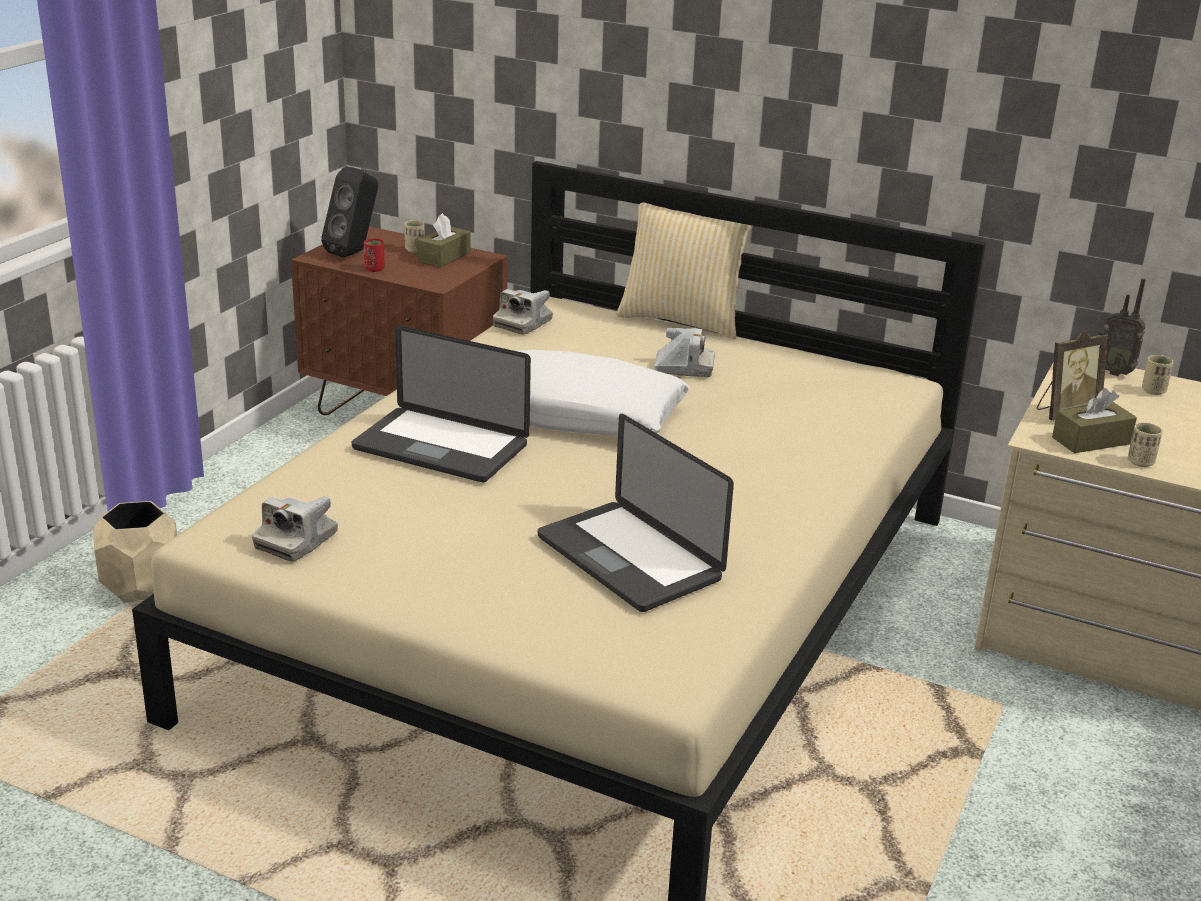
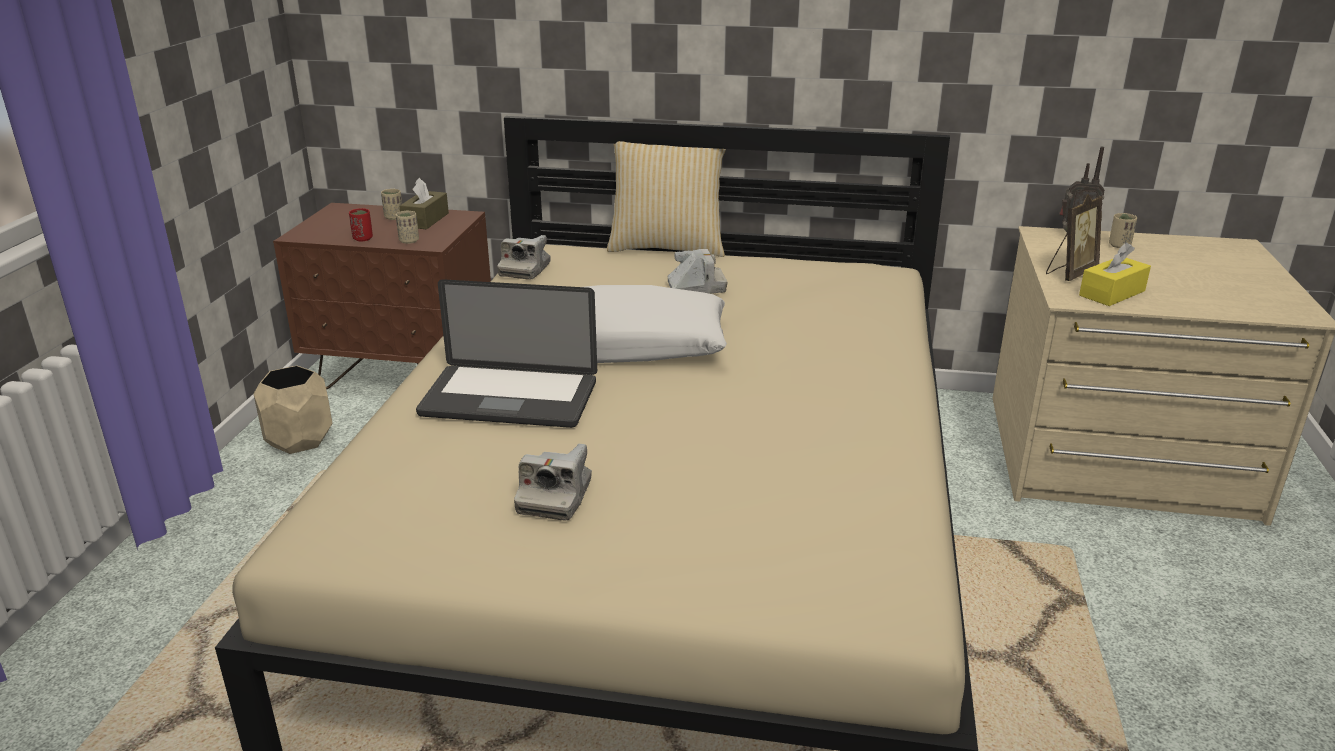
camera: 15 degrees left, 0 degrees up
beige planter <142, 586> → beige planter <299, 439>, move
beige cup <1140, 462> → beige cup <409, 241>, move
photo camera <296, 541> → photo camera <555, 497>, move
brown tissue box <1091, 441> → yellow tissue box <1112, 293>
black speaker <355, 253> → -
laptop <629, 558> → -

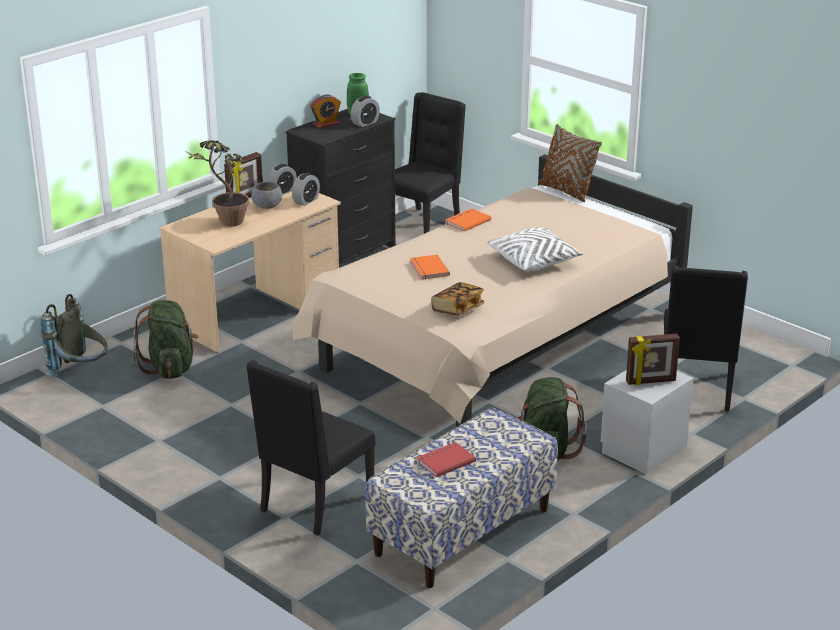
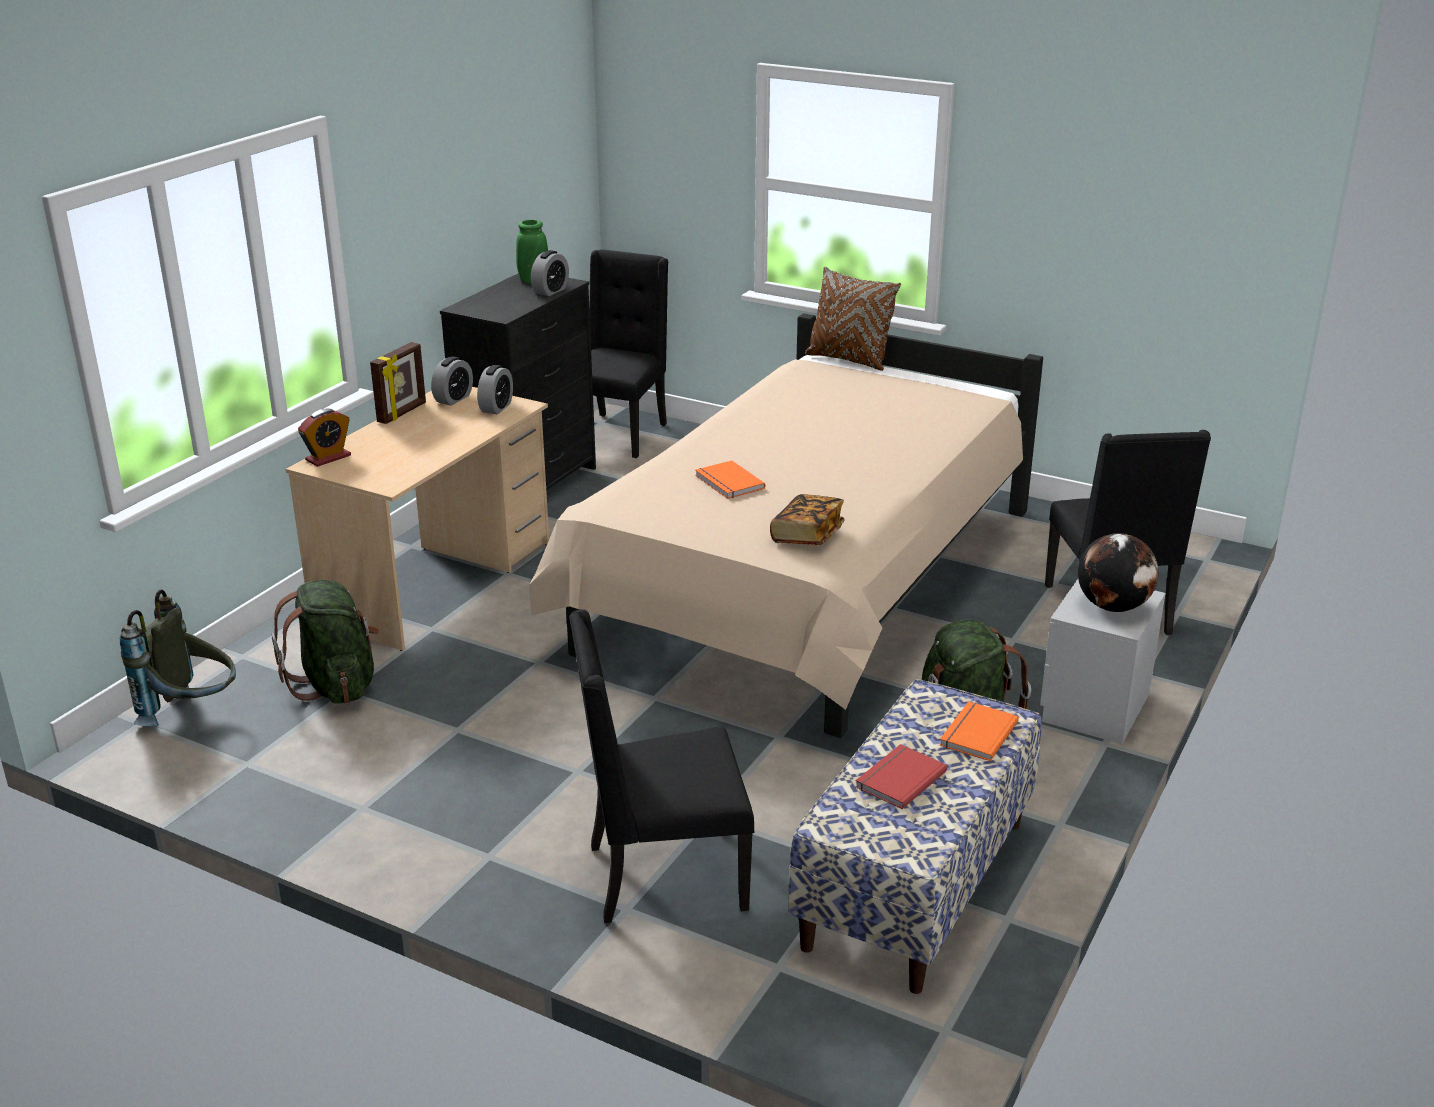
camera: 15 degrees left, 0 degrees up
alarm clock <326, 124> → alarm clock <328, 458>, move
black chair <314, 504> → black chair <662, 877>, 60 degrees clockwise
orange book <466, 221> → orange book <976, 733>, move
picture frame <651, 381> → globe <1113, 606>
potted plant <225, 224> → -
grey bowl <267, 206> → -
white pillow <534, 260> → -

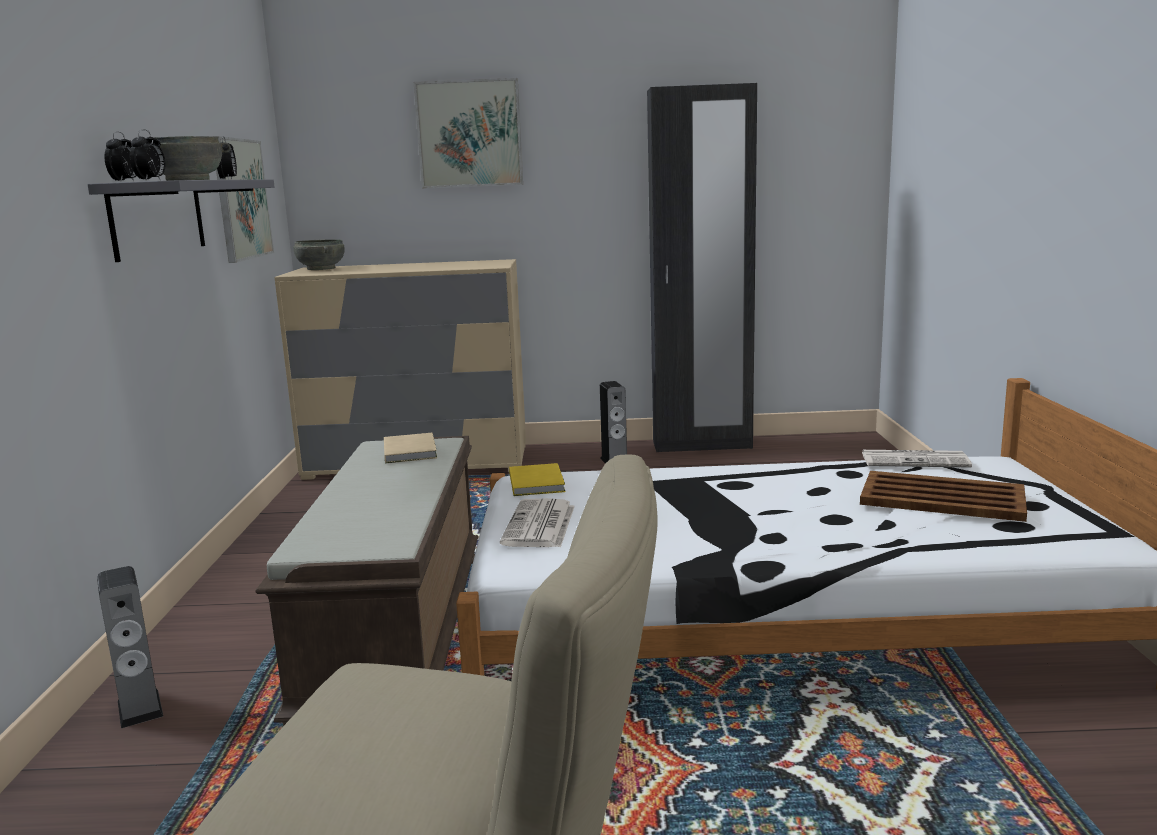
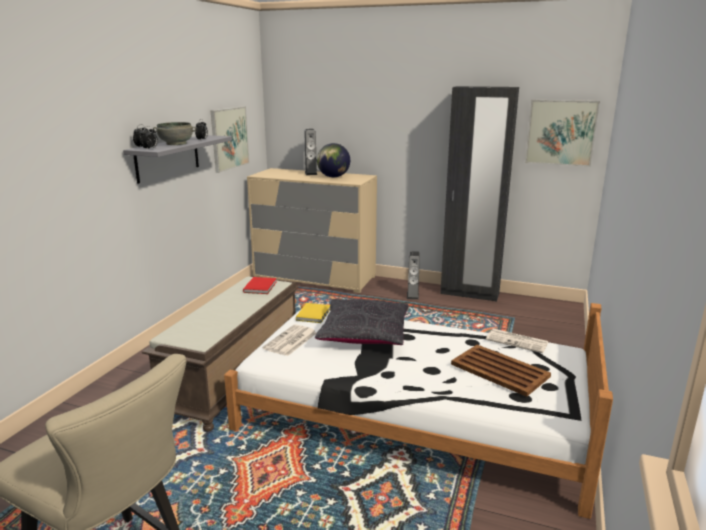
camera: 20 degrees right, 5 degrees up
beige book <411, 450> → red book <261, 287>
speaker <140, 708> → speaker <311, 173>, move
- → black pillow <364, 334>
- → globe <333, 177>
picture <469, 134> → picture <561, 132>, move
grey bowl <320, 268> → -

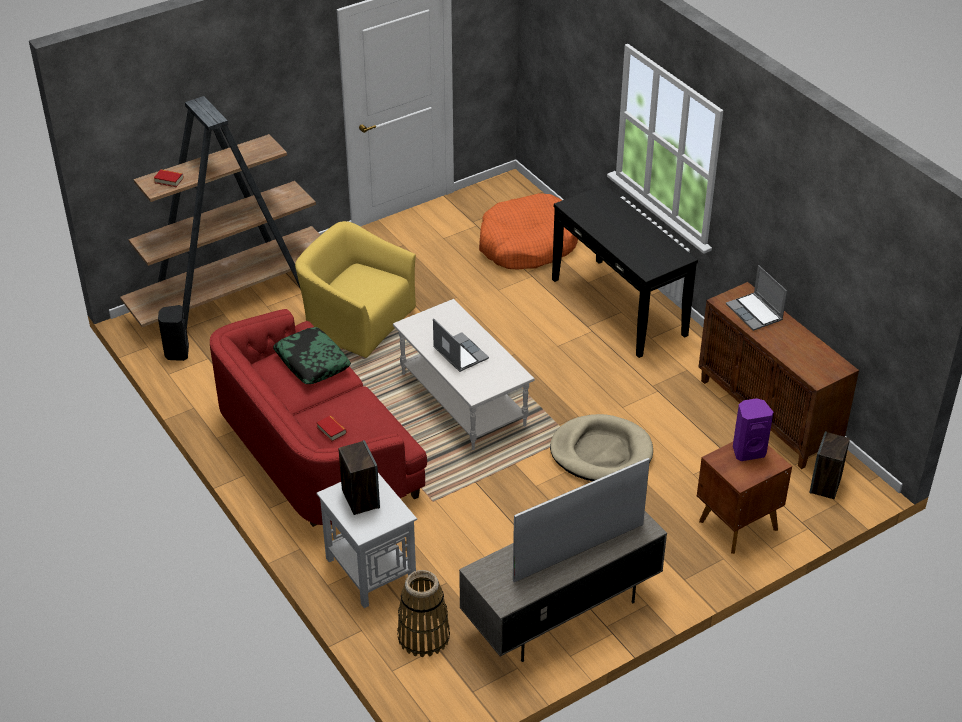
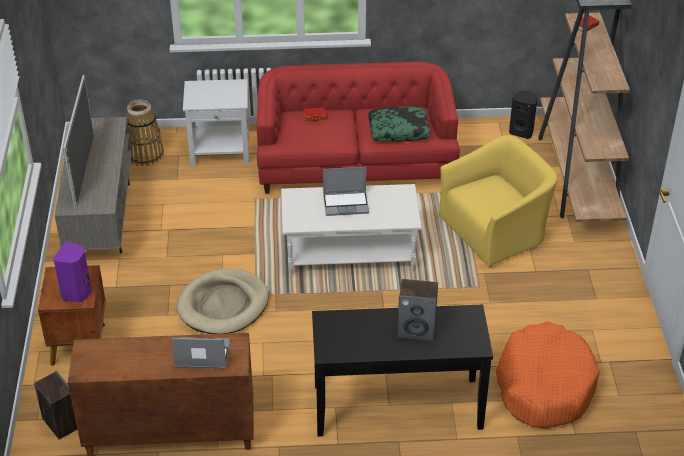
camera: 120 degrees right, 0 degrees up
speaker <360, 499> → speaker <417, 330>, move

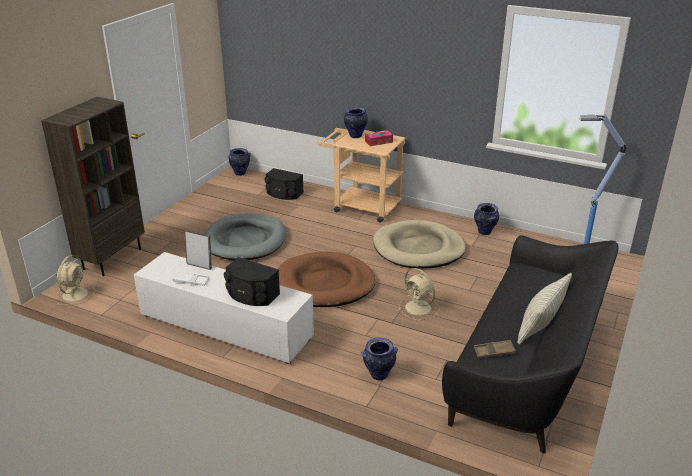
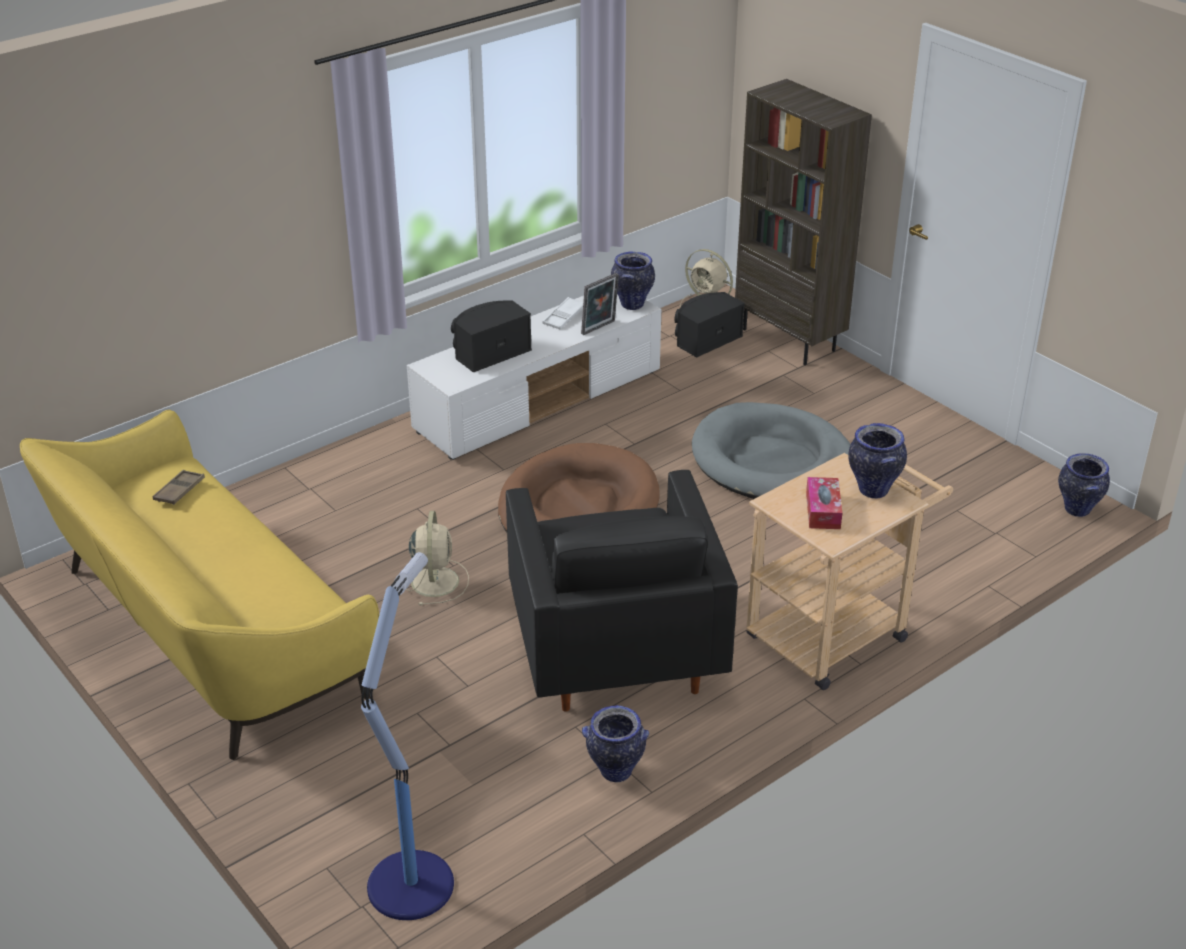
camera: 115 degrees right, 5 degrees up
black sofa <528, 368> → yellow sofa <207, 631>
beige fan <419, 308> → beige fan <435, 580>, 105 degrees clockwise
beige dog bed <418, 249> → black armchair <614, 648>
vase <378, 375> → vase <632, 304>, move
black speaker <283, 194> → black speaker <706, 339>, move
pillow <541, 325> → -

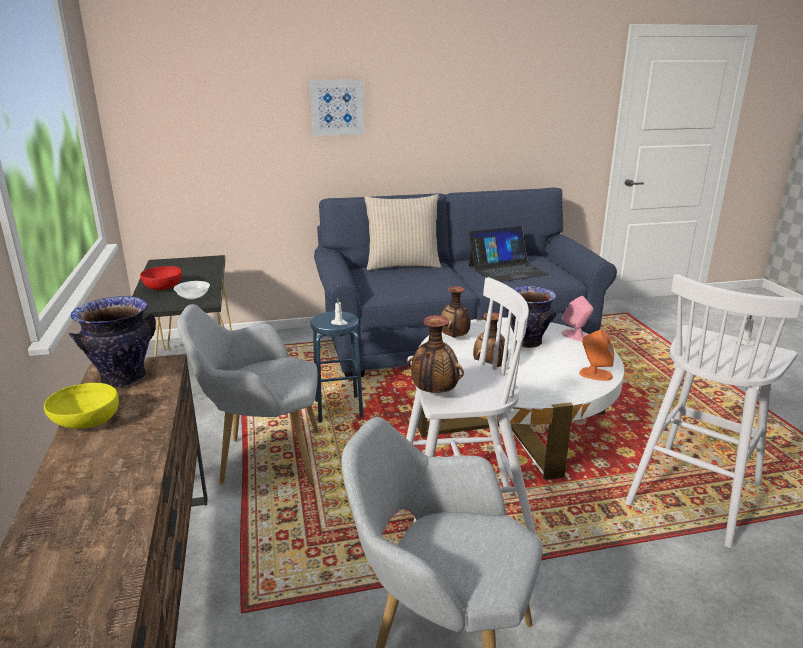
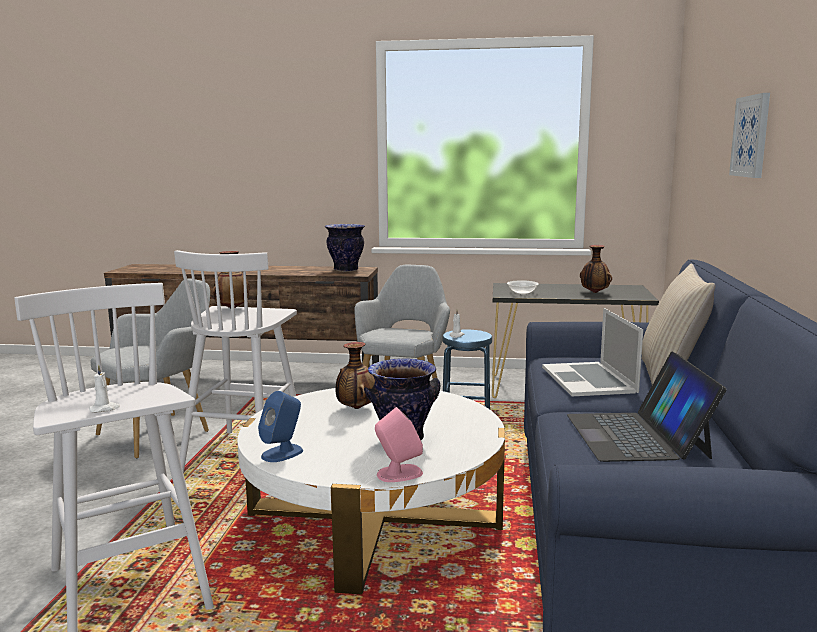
camera: 110 degrees right, 10 degrees down
orange speaker <595, 374> → blue speaker <282, 453>
- → laptop <589, 379>
vase <454, 337> → vase <594, 292>, move
yellow bowl <86, 422> → -
red bowl <163, 287> → -

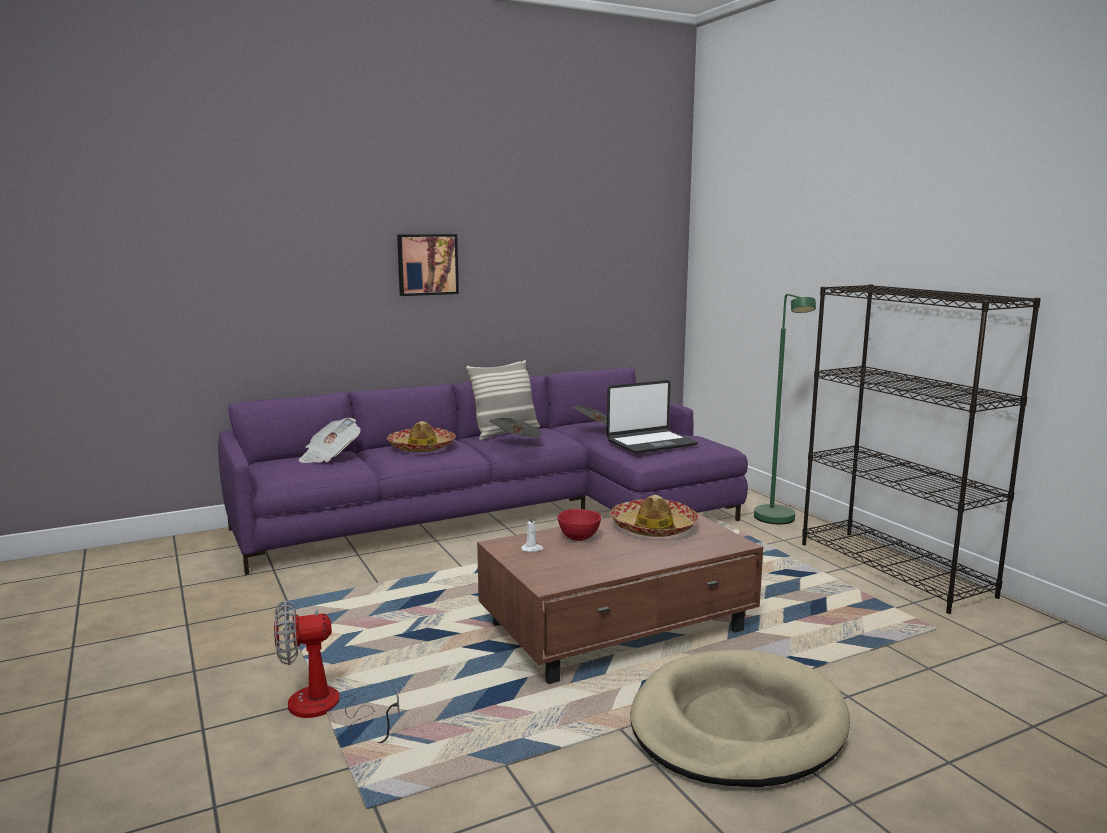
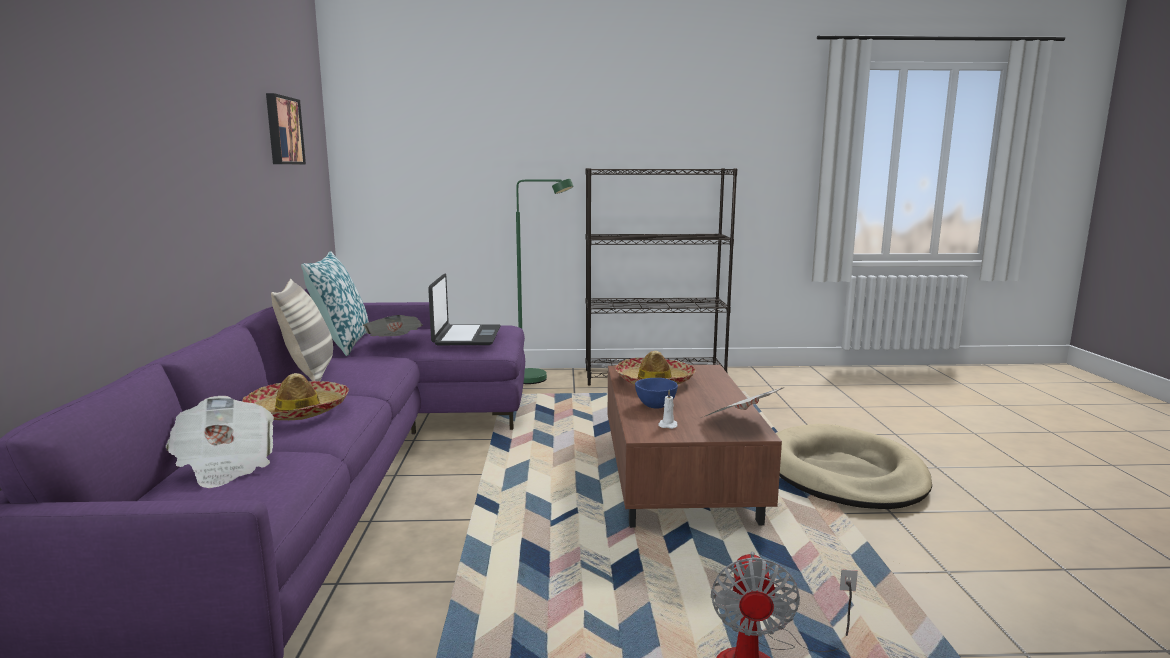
camera: 65 degrees left, 0 degrees up
picture <427, 264> → picture <282, 130>, move
- → pillow <342, 344>
red bowl <579, 538> → blue bowl <655, 406>
newspaper <518, 443> → newspaper <740, 423>, move

